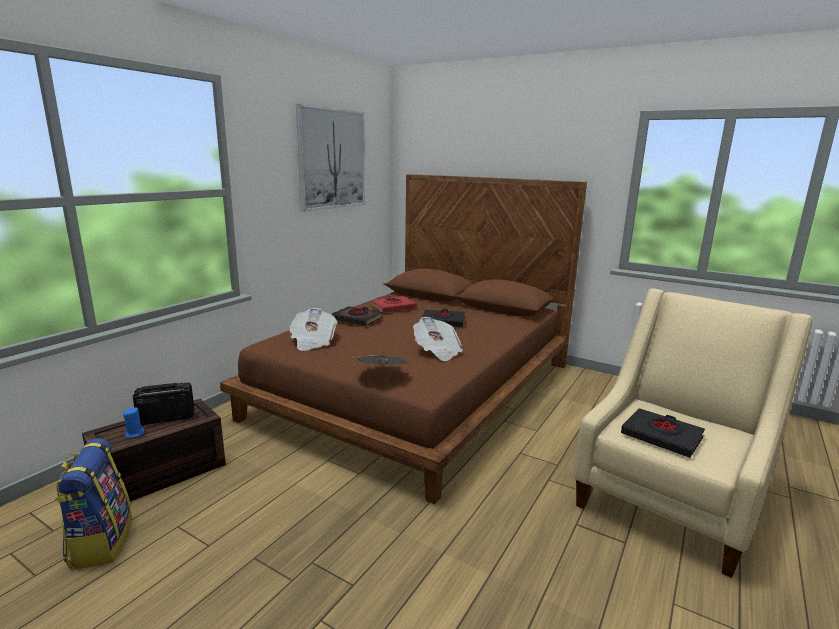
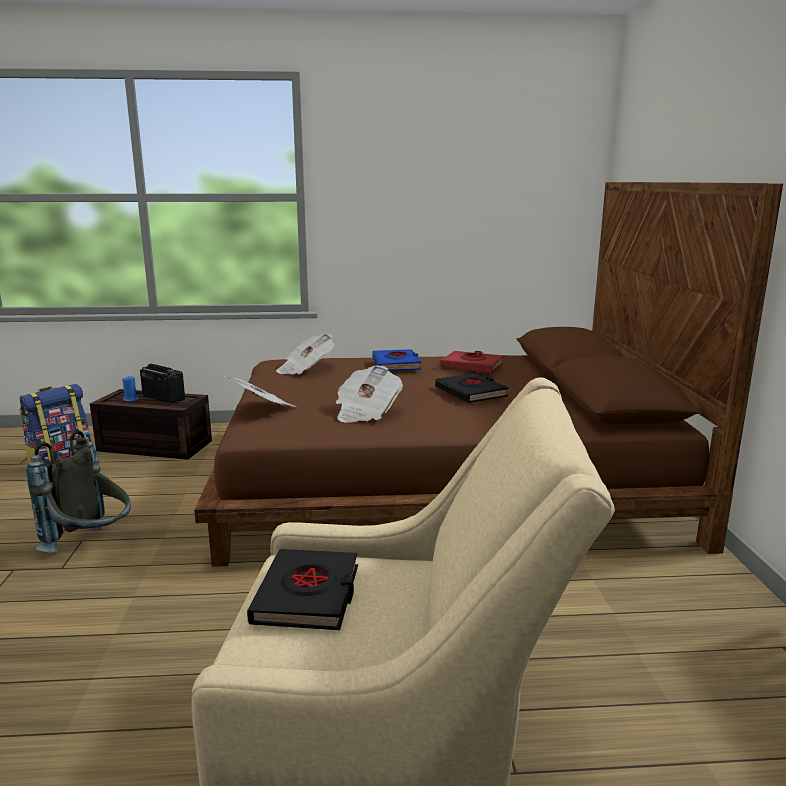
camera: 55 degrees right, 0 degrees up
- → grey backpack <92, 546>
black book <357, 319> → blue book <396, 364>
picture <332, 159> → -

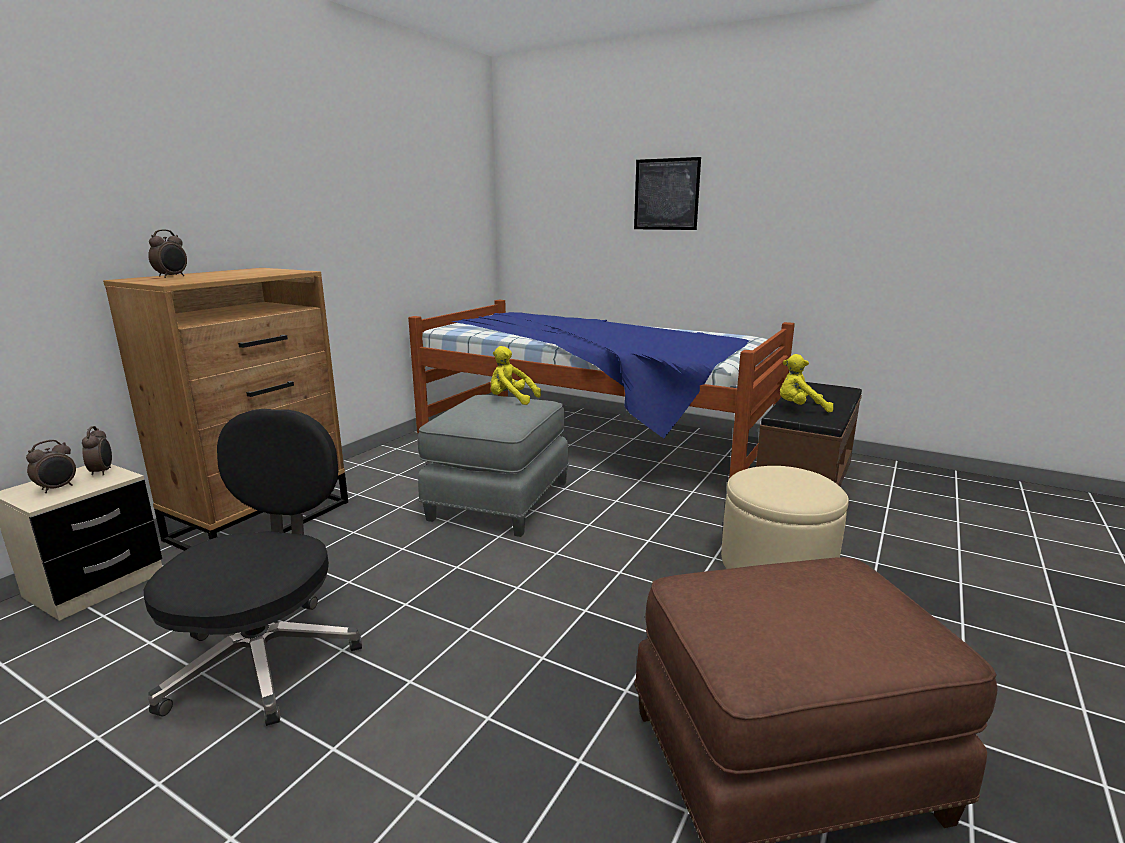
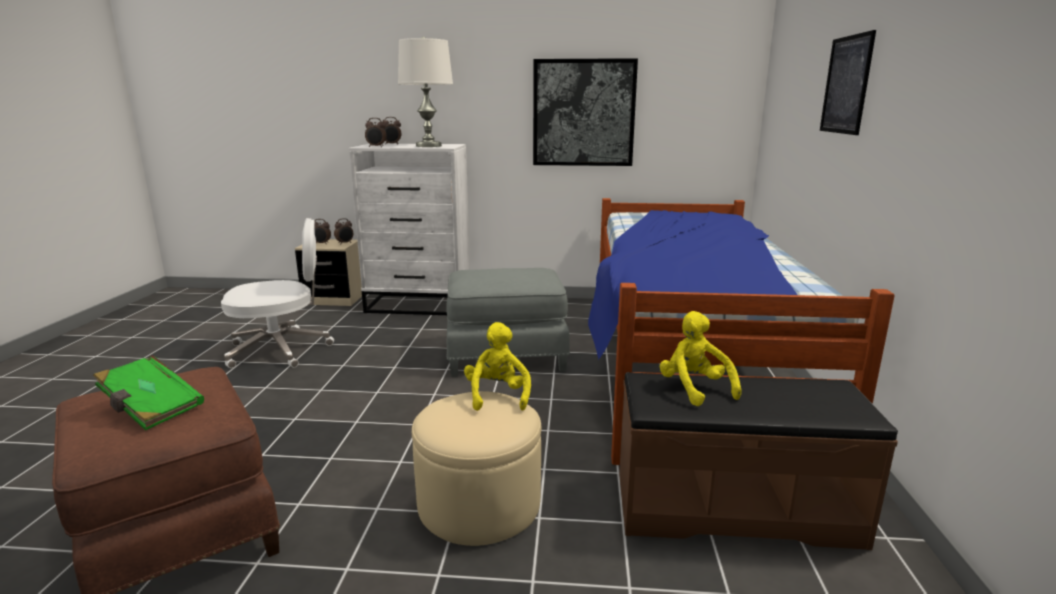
camera: 65 degrees right, 0 degrees up
- → green book <151, 408>
black office chair <266, 658> → white office chair <281, 349>
brown dresser <262, 520> → white dresser <420, 305>
- → alarm clock <376, 147>
- → white table lamp <429, 146>
yellow plush toy <511, 399> → yellow plush toy <497, 395>, move
- → picture <583, 113>

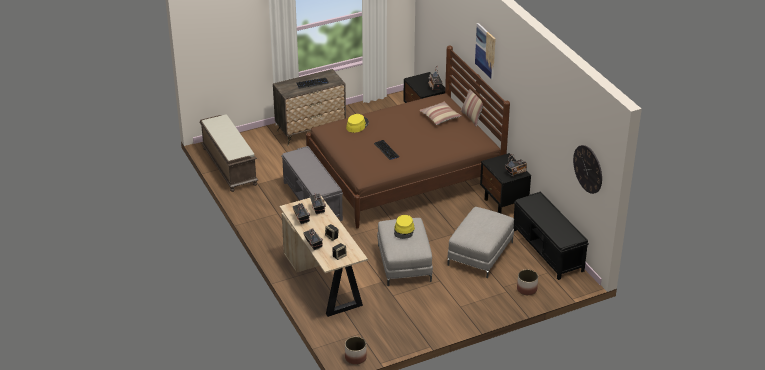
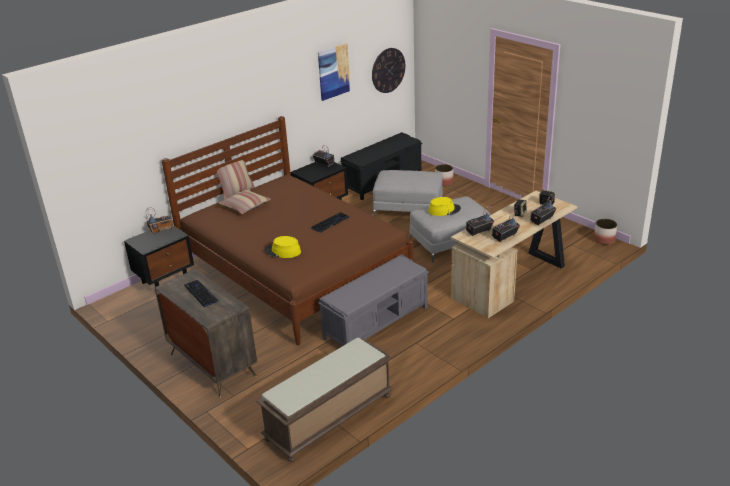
camera: 105 degrees left, 5 degrees down
picture <485, 51> → picture <333, 71>, move

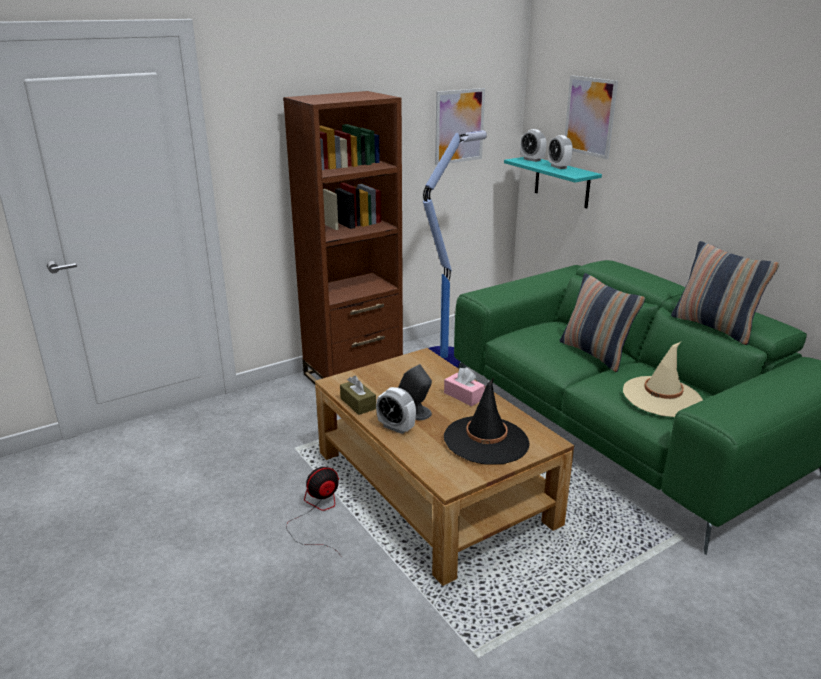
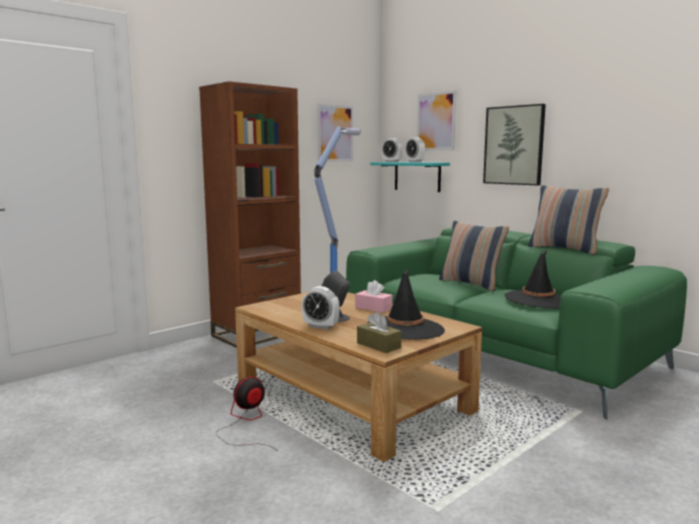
camera: 10 degrees left, 15 degrees down
brown tissue box <358, 404> → brown tissue box <378, 345>, move
- → picture <514, 145>
beige hat <662, 397> → black hat <538, 300>

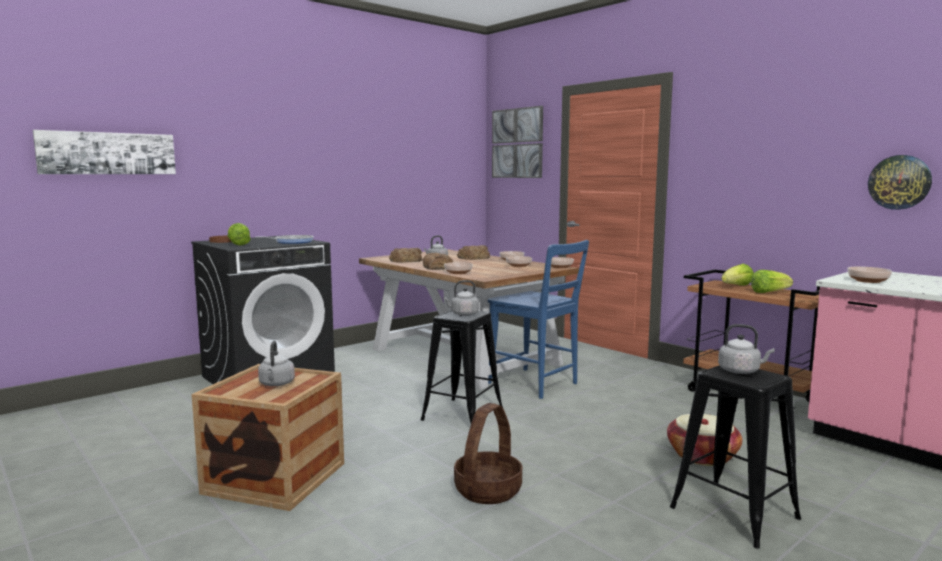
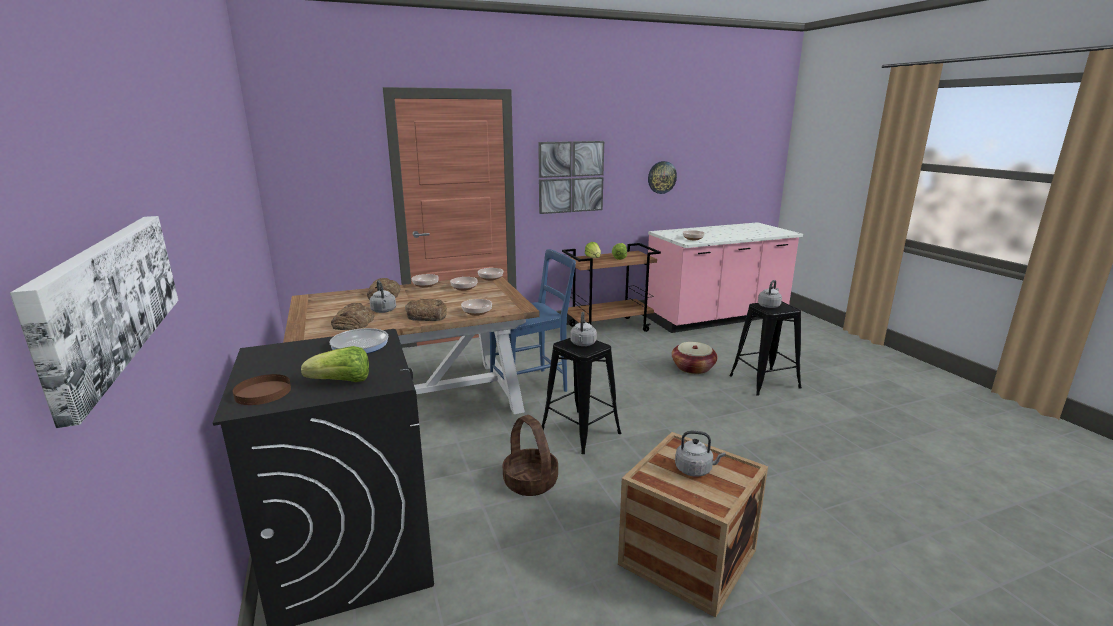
camera: 70 degrees left, 10 degrees up
basket <487, 490> → basket <530, 482>, move
picture <517, 143> → picture <571, 177>, move

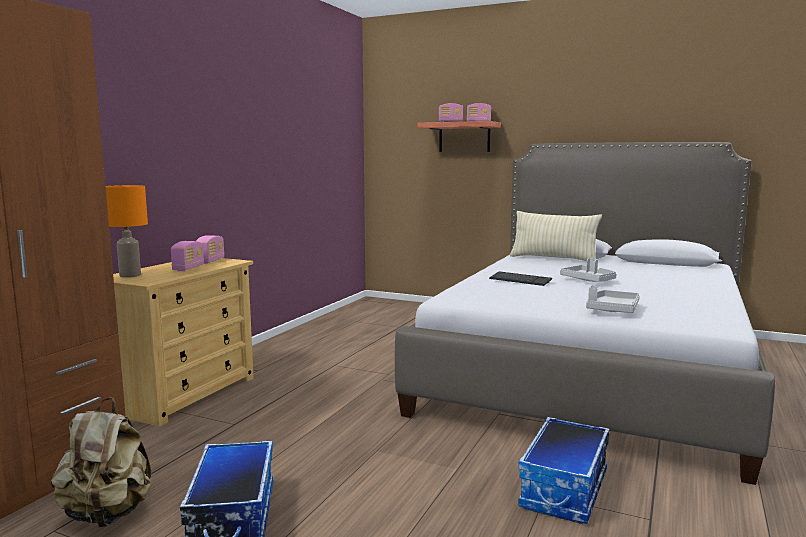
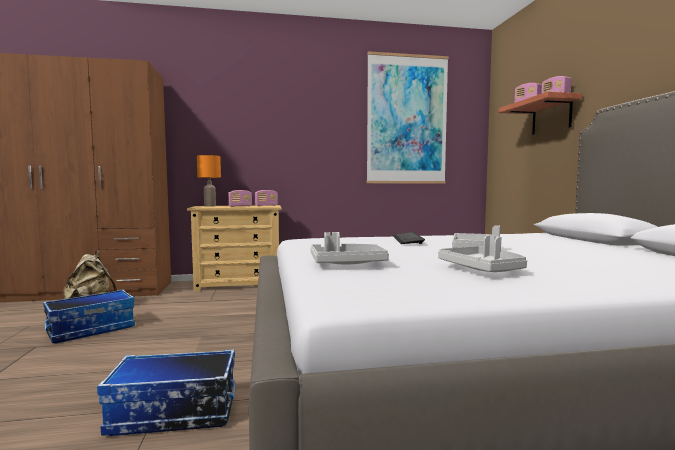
camera: 55 degrees right, 5 degrees down
- → picture <407, 120>
- → grey tray <483, 269>
beige pillow <553, 259> → -

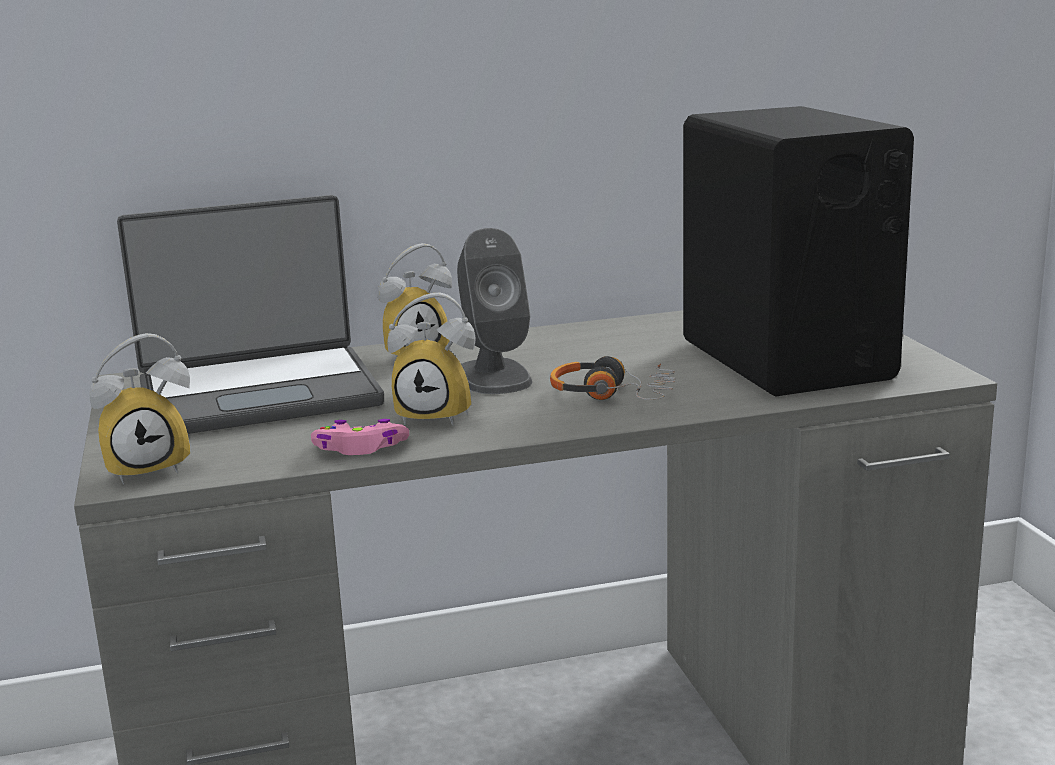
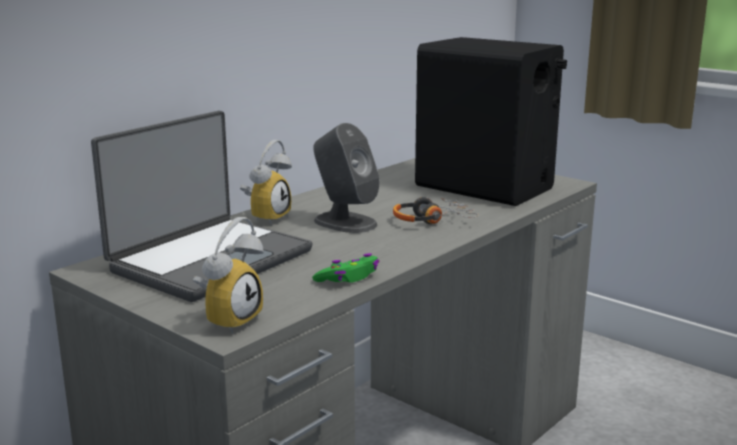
camera: 35 degrees left, 0 degrees up
pink game controller <360, 449> → green game controller <349, 278>
alarm clock <438, 415> → -

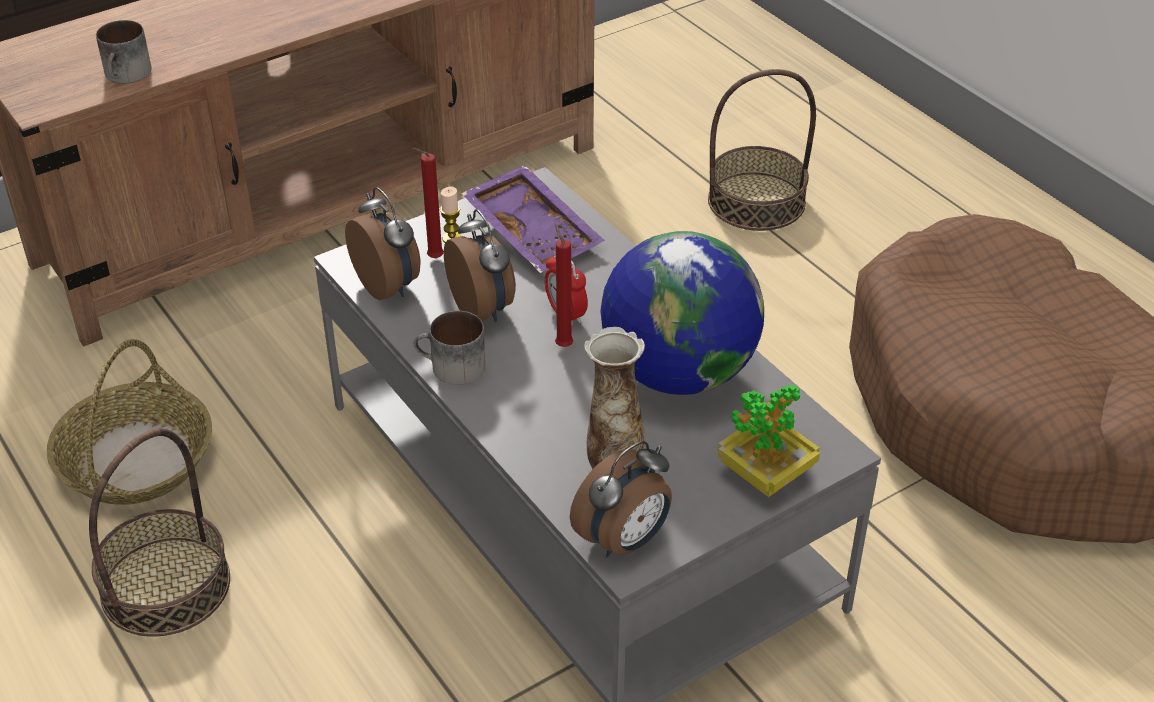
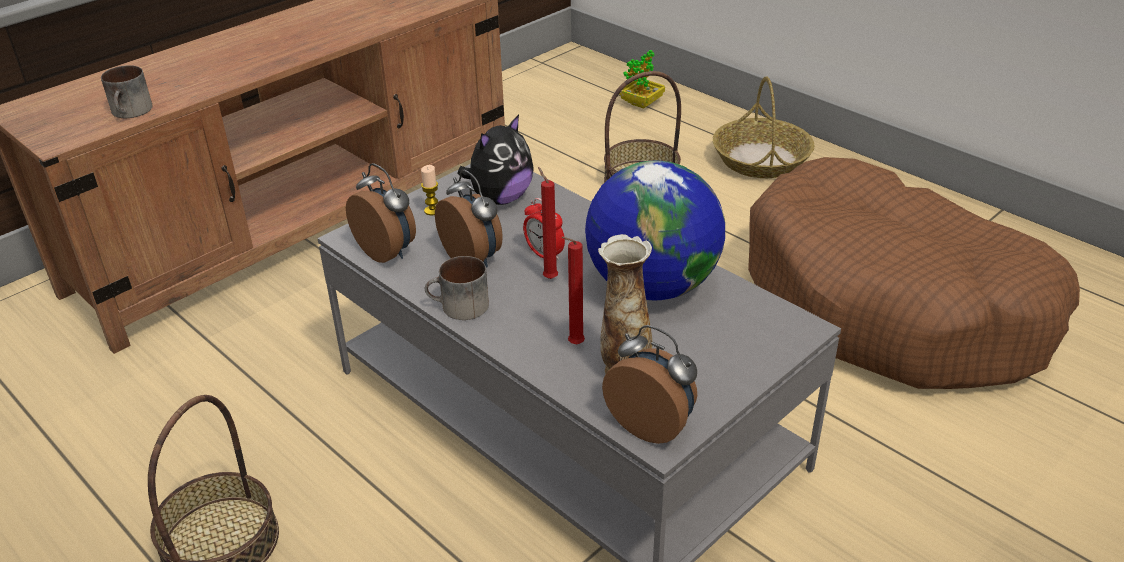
camera: 10 degrees left, 5 degrees down
purple tray <535, 232> → plush toy <500, 198>
red candle <432, 258> → red candle <573, 345>, move
alarm clock <624, 541> → alarm clock <652, 425>, 90 degrees counterclockwise
potted plant <765, 474> → potted plant <641, 103>, move
basket <136, 460> → basket <760, 159>, move

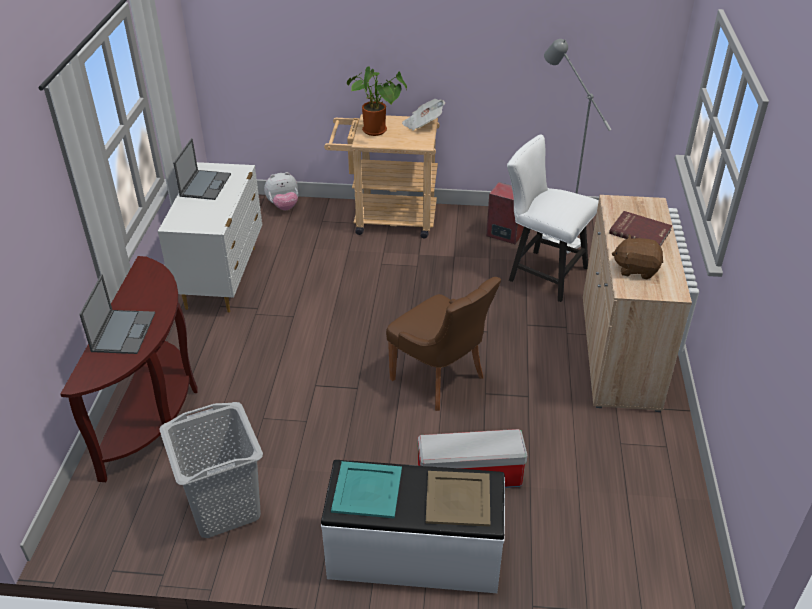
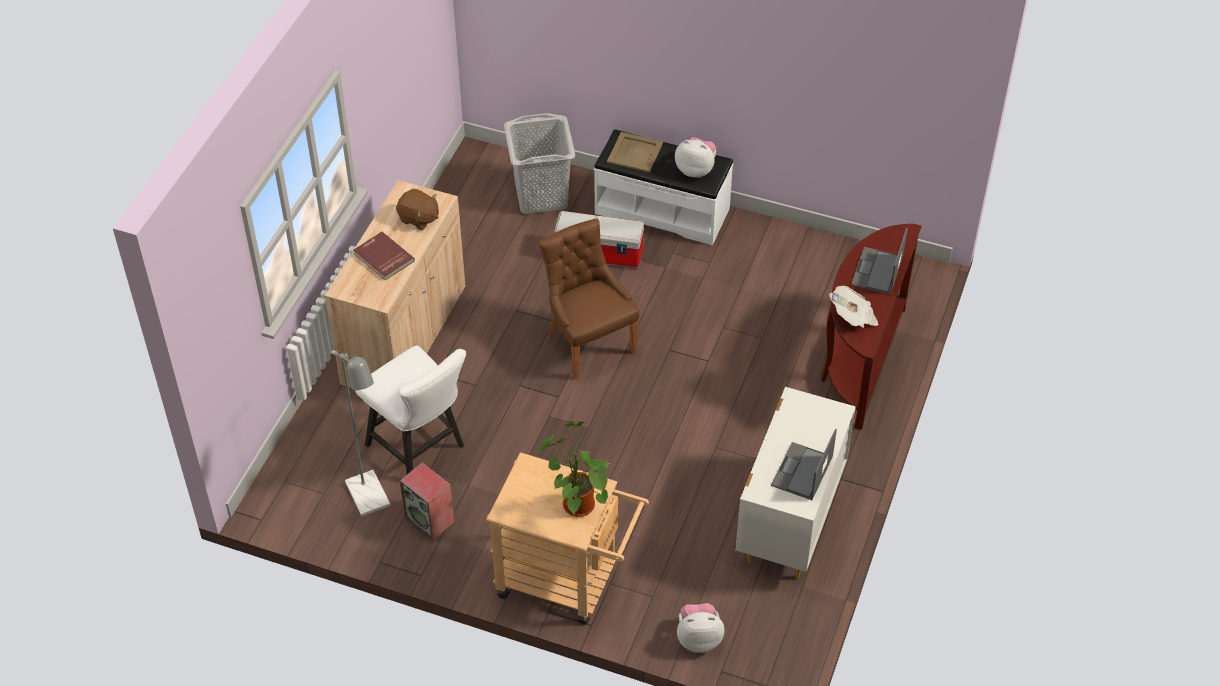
camera: 165 degrees left, 10 degrees up
grey laundry basket <224, 508> → grey laundry basket <541, 195>, move
turquoise tray <368, 489> → plush toy <696, 170>
newspaper <423, 124> → newspaper <853, 317>, move

